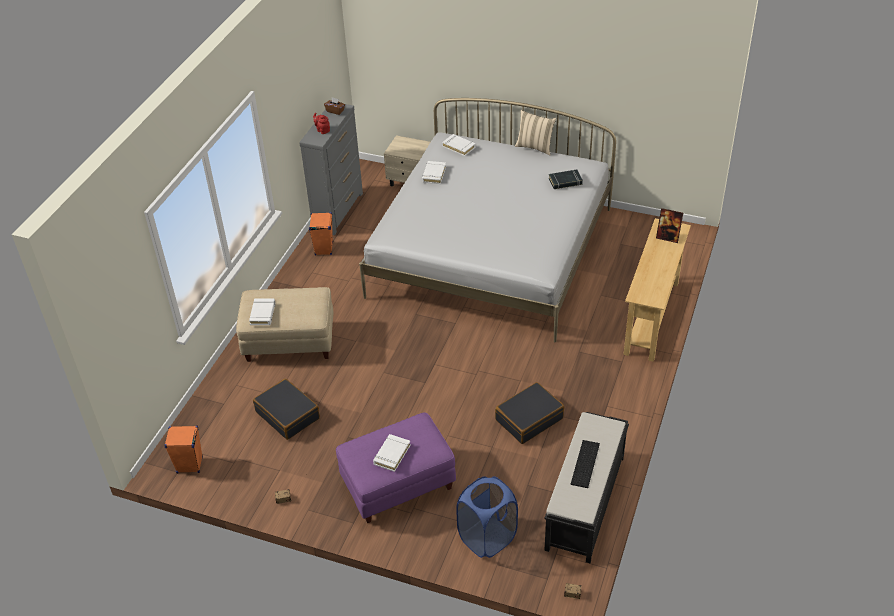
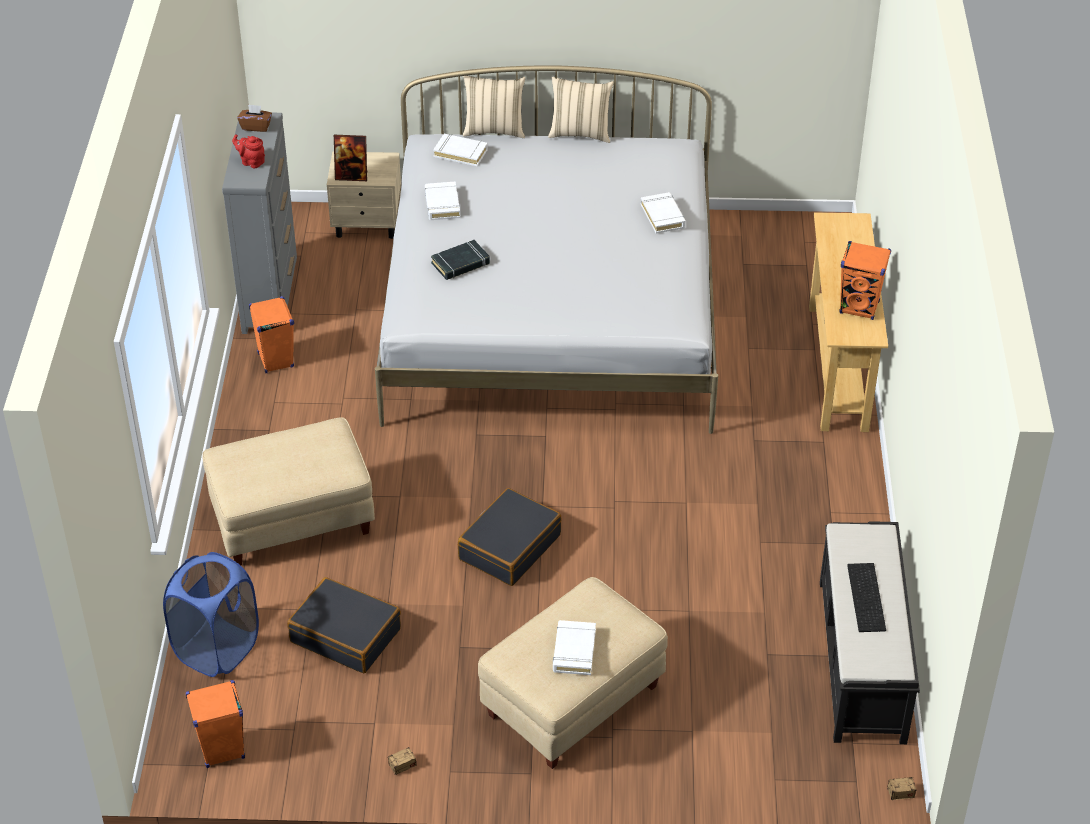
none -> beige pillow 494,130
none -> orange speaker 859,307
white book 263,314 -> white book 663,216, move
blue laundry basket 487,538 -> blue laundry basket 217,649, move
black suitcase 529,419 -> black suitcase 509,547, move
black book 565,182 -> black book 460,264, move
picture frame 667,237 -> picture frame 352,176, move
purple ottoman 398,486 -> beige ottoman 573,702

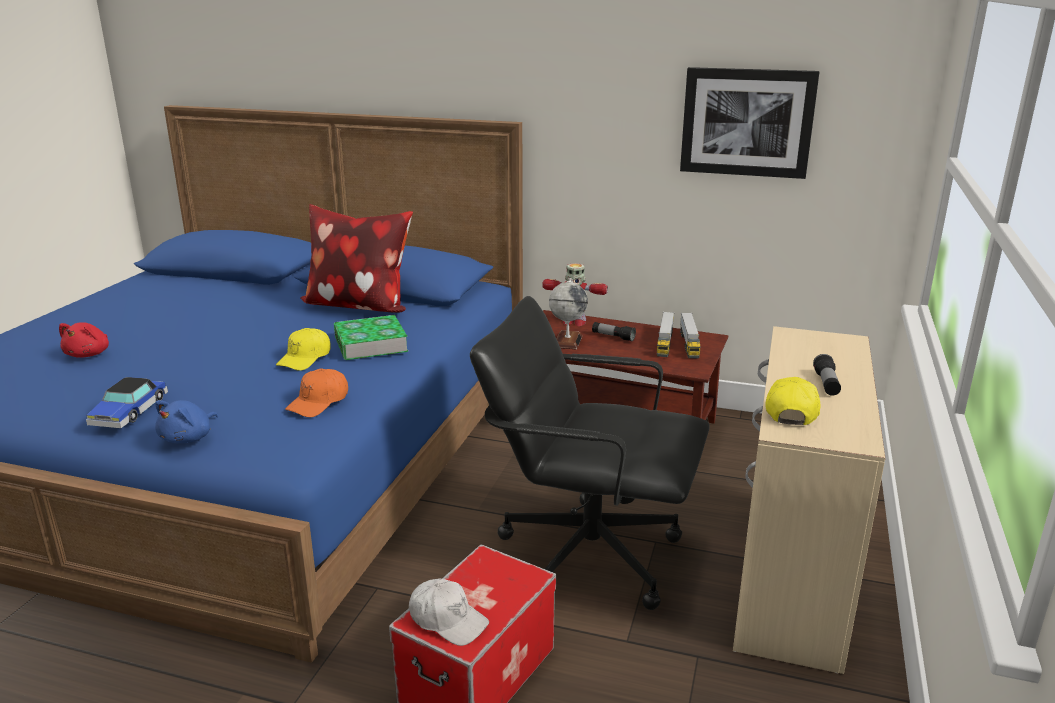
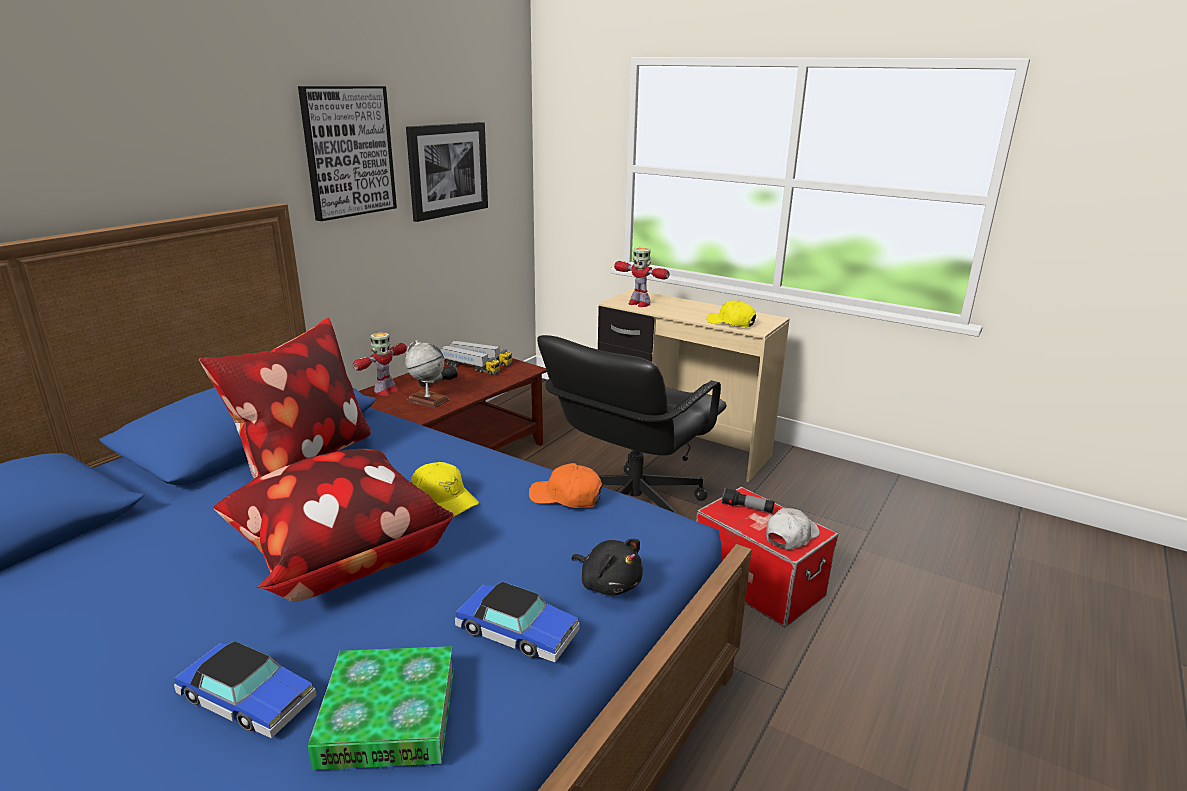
none -> pillow 338,558
none -> picture 348,152
none -> toy robot 638,303
book 370,344 -> book 388,716, move
flashlight 826,384 -> flashlight 747,508, move
red plush toy 89,354 -> toy car 247,699
blue plush toy 189,438 -> black plush toy 608,583
orange cap 319,402 -> orange cap 566,497, 150 degrees clockwise

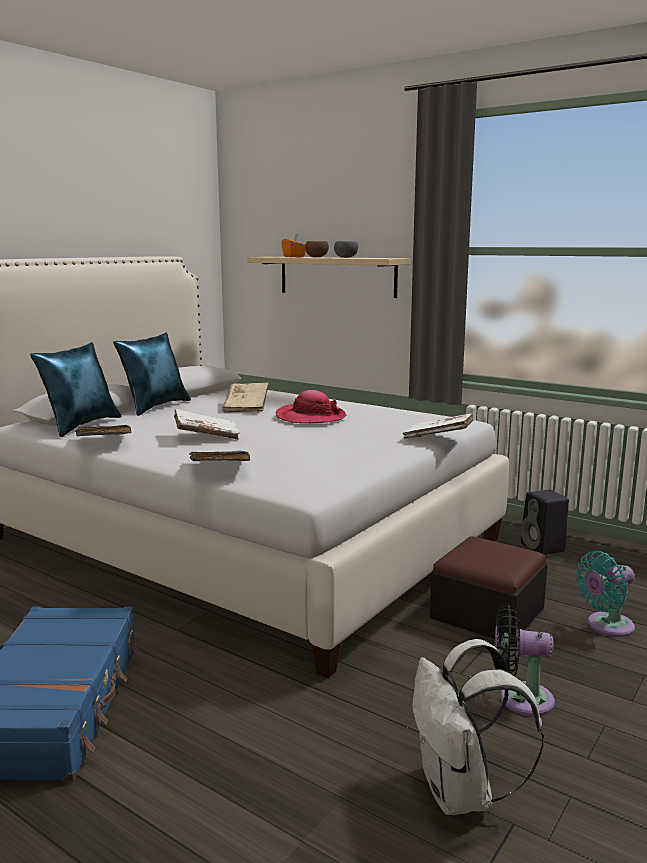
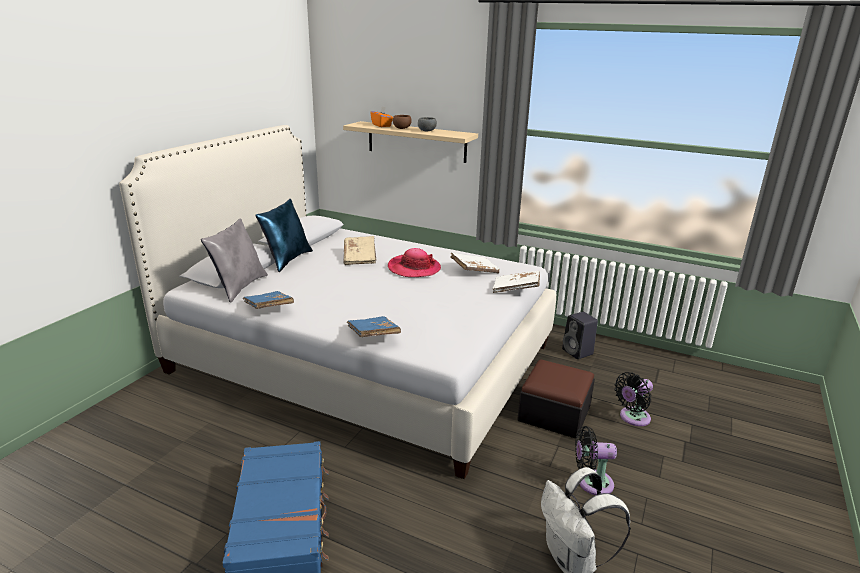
white book 207,436 -> white book 474,270, move
blue pillow 81,425 -> grey pillow 239,287
turquoise fan 606,626 -> black fan 632,418

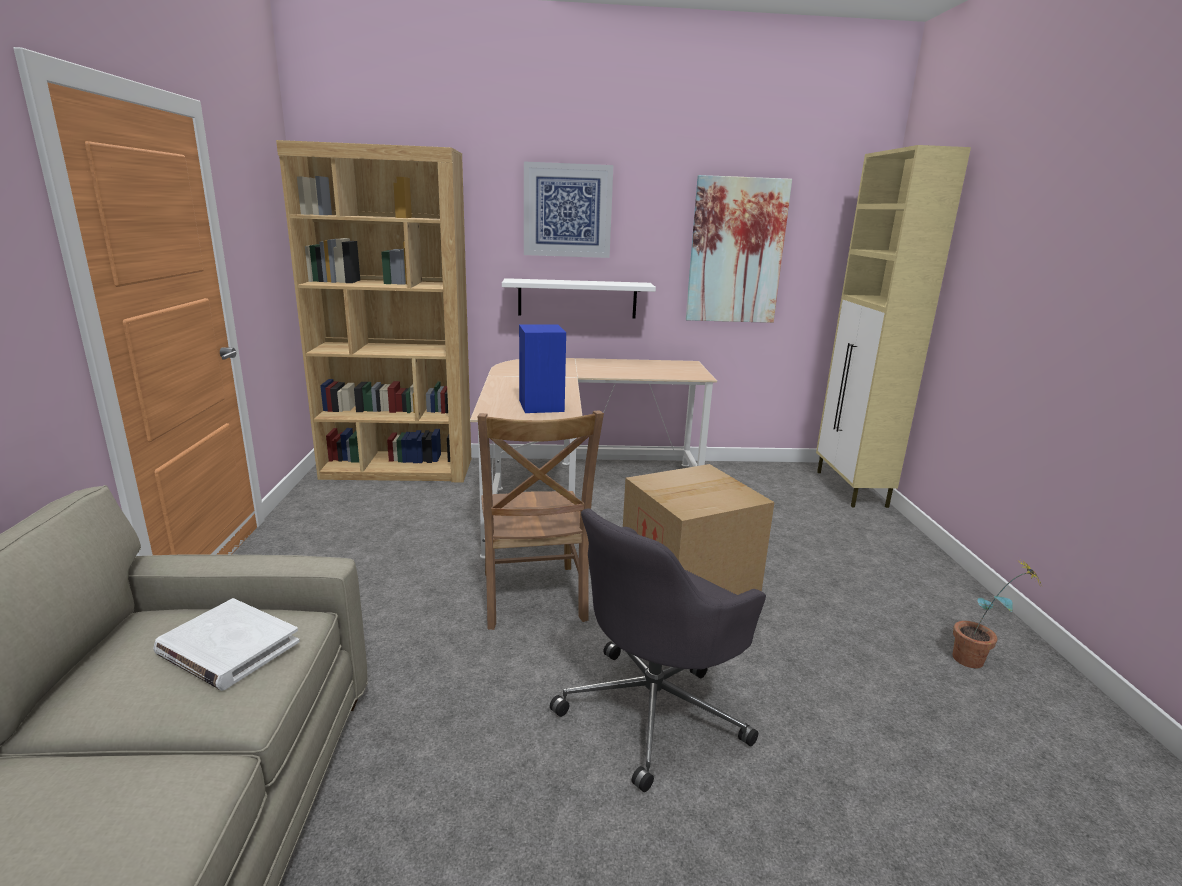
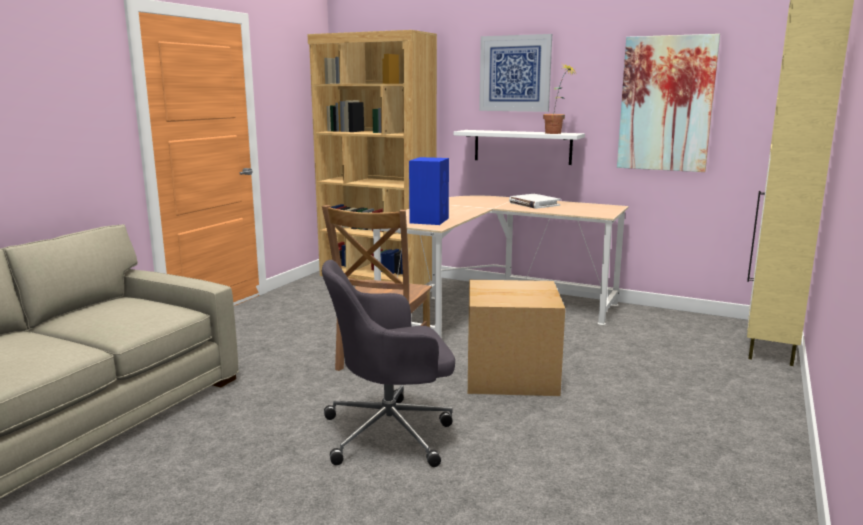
white book 228,648 -> white book 534,204, move
potted plant 978,662 -> potted plant 557,133, move

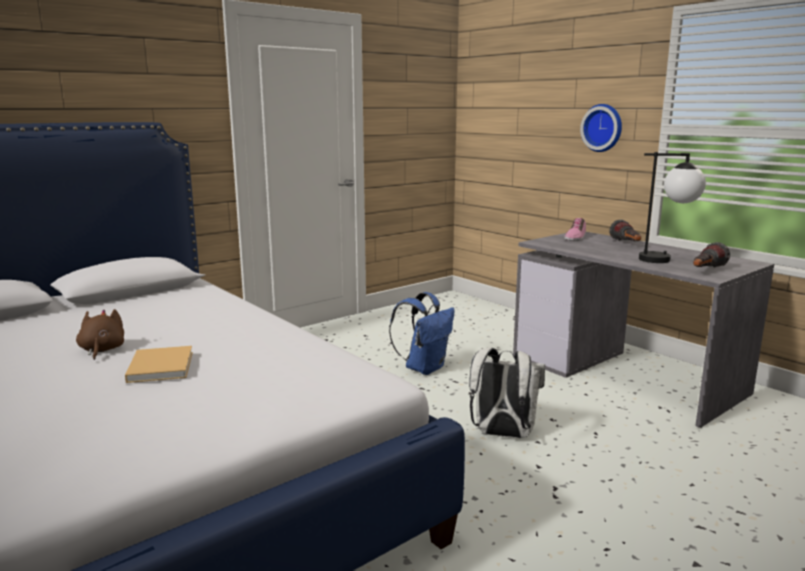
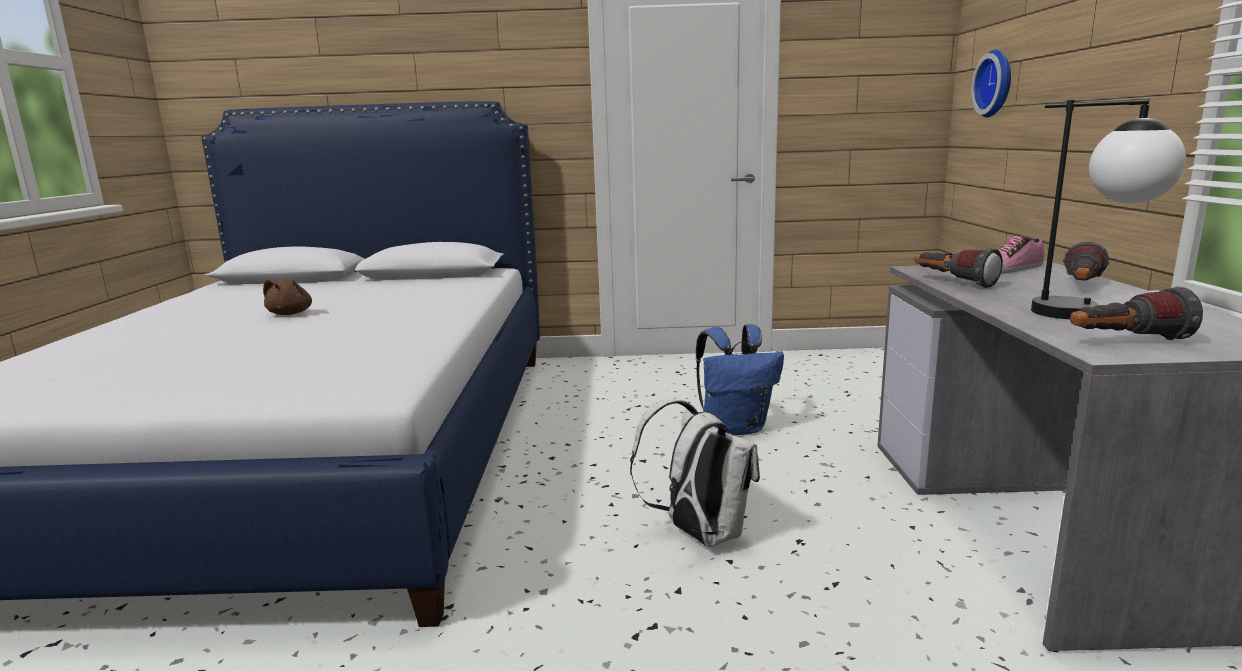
beige book 161,366 -> none
none -> flashlight 953,282
wall clock 603,128 -> wall clock 996,83, move
brown plush toy 102,350 -> brown plush toy 291,313, 150 degrees clockwise

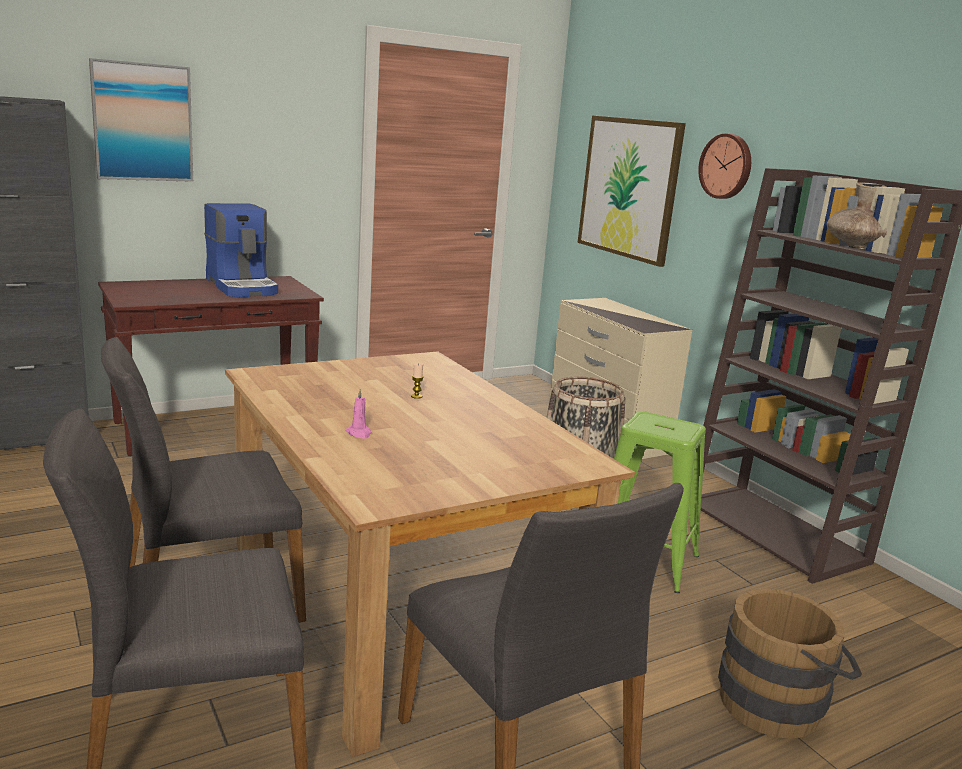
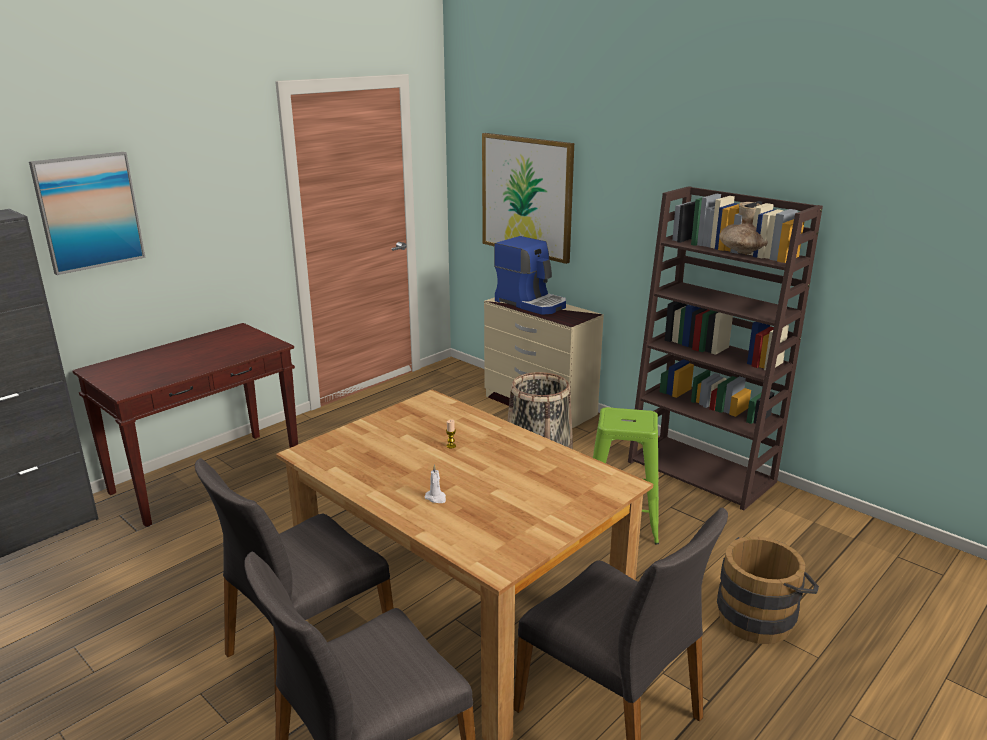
wall clock 727,166 -> none
coffee machine 243,286 -> coffee machine 531,303, move
pink candle 359,433 -> white candle 436,498

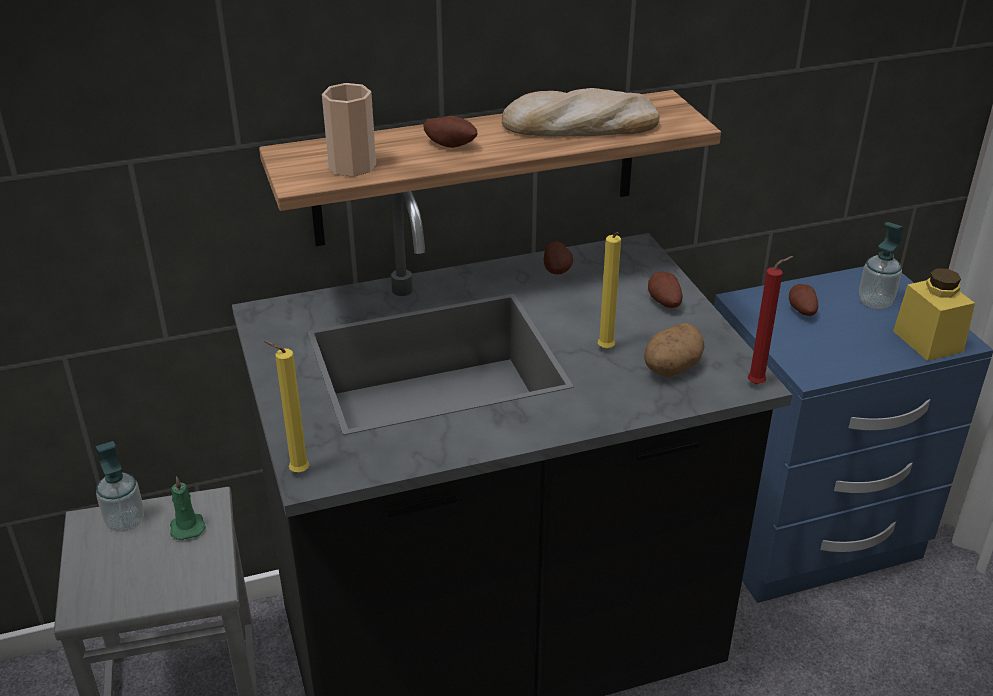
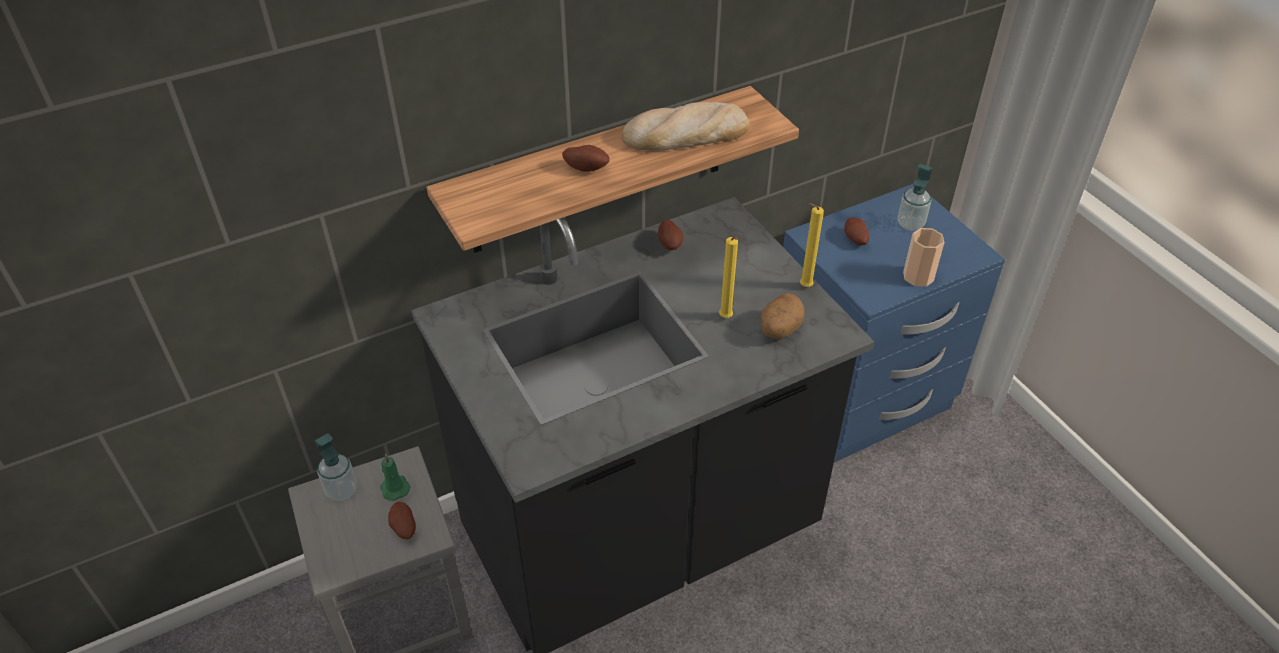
red candle 759,384 -> none
yellow jar 928,341 -> none
yellow candle 296,472 -> yellow candle 803,286, move
cup 352,166 -> cup 918,276, move
potato 663,302 -> potato 403,528, move

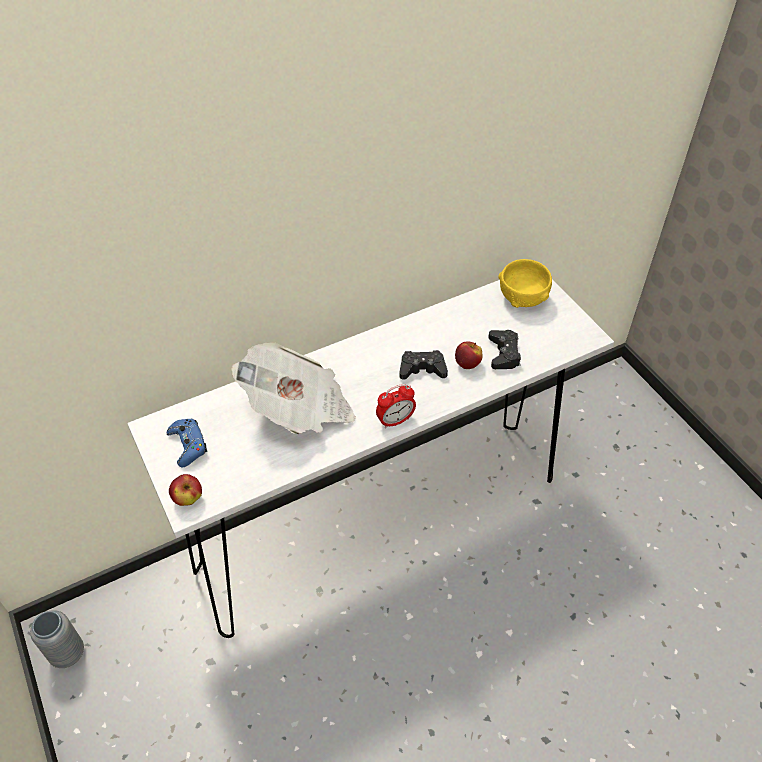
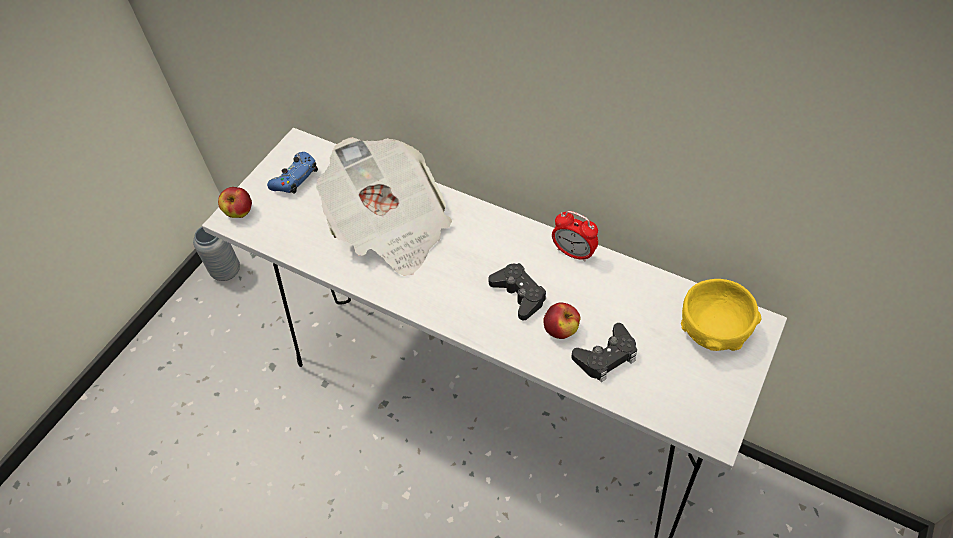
alarm clock 395,421 -> alarm clock 573,252, move

